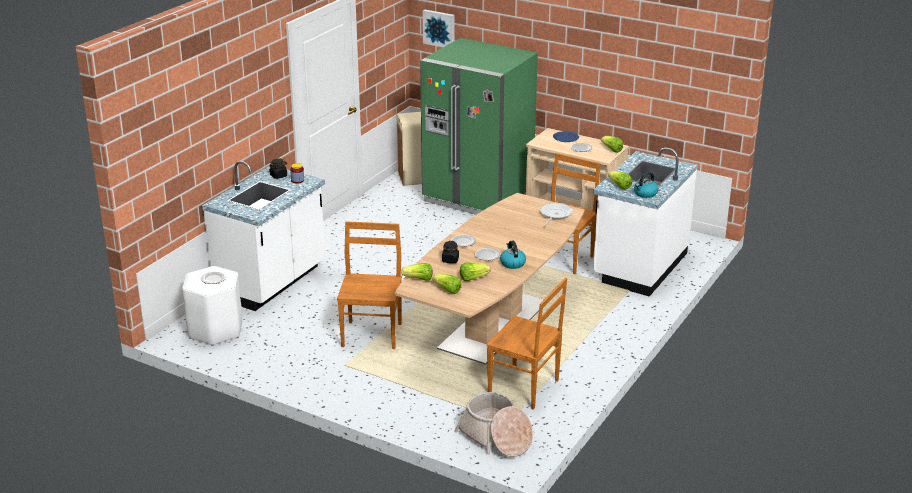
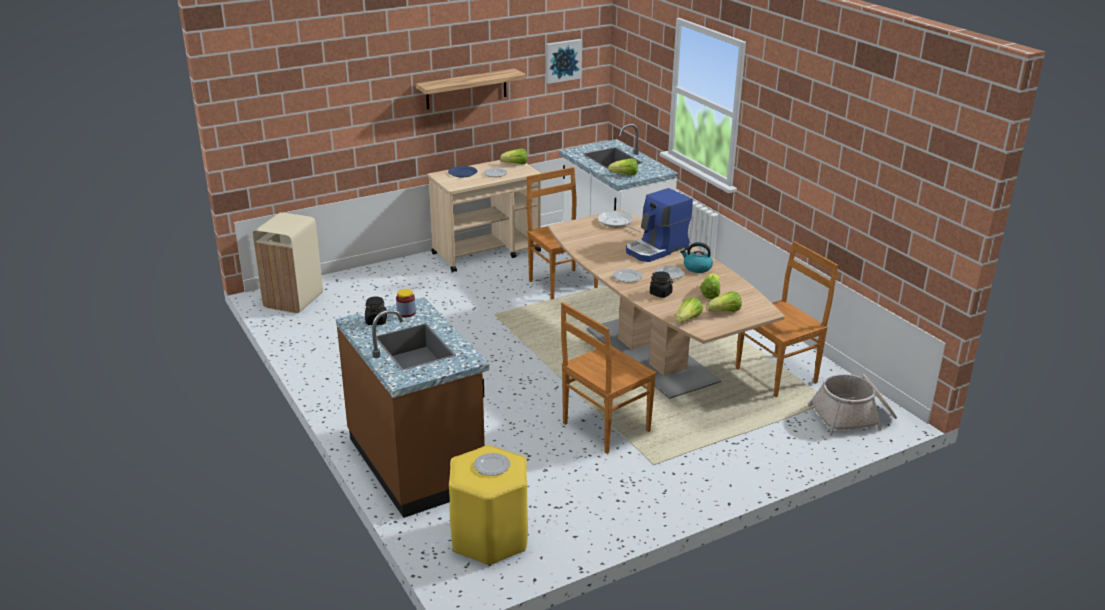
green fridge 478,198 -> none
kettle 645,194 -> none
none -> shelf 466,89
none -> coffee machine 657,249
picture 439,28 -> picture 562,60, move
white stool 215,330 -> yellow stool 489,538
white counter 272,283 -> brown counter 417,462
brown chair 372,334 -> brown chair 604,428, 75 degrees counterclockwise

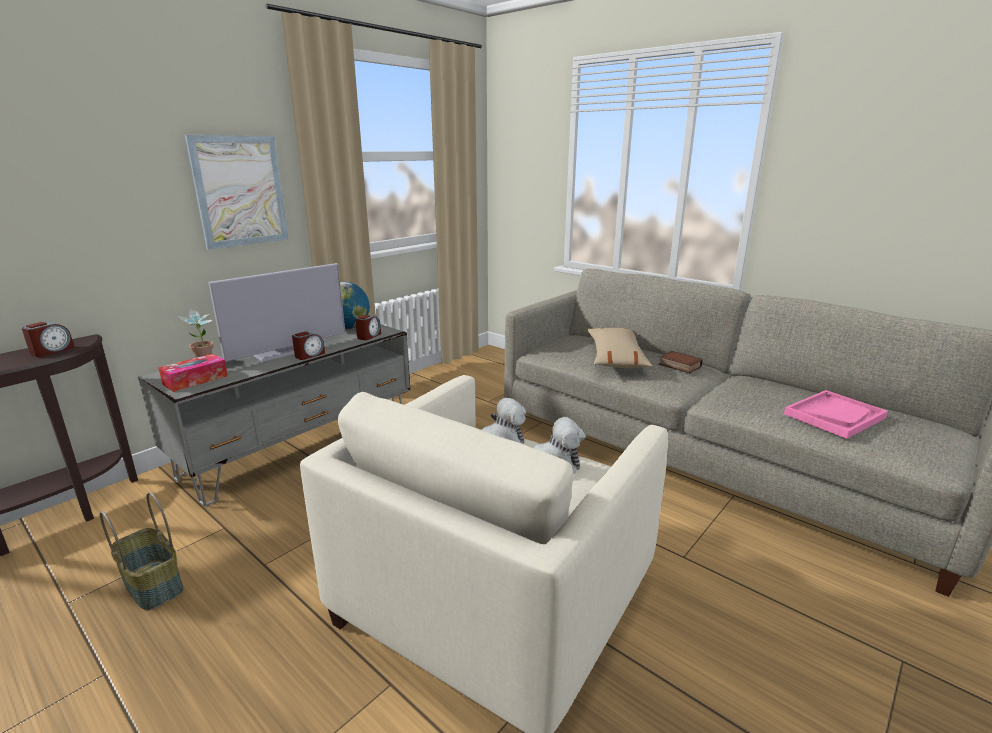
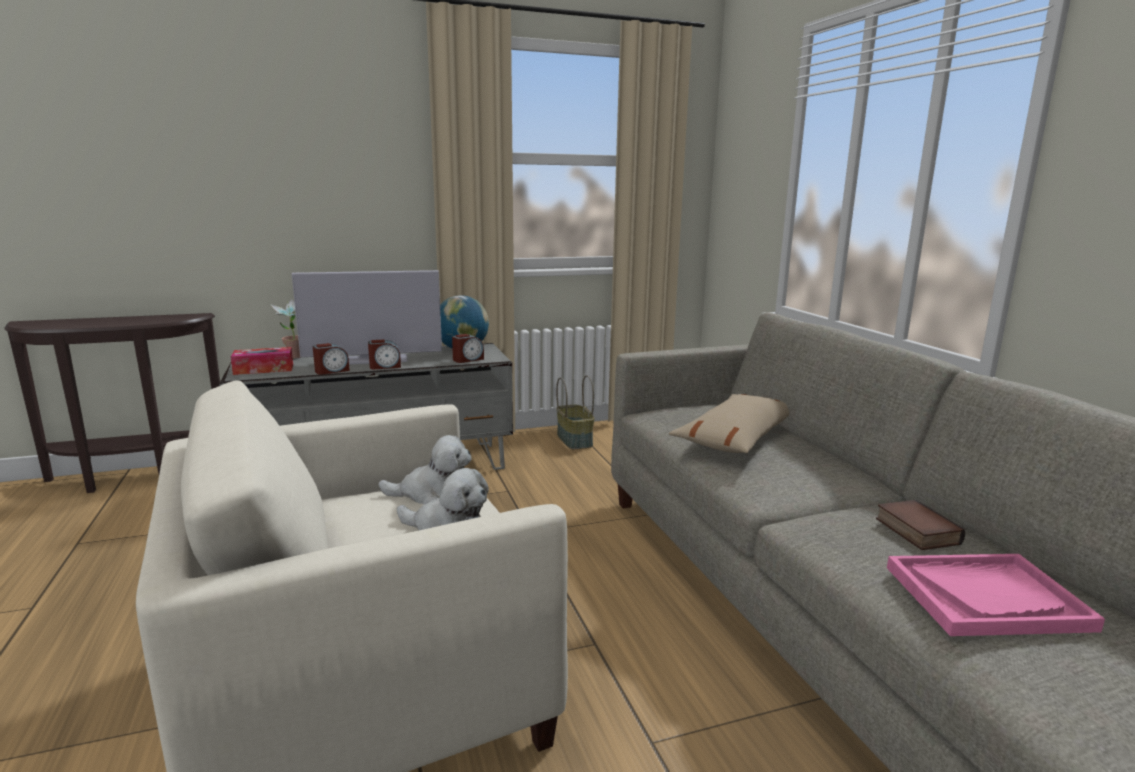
picture 240,191 -> none
alarm clock 52,351 -> alarm clock 332,371, move
basket 154,584 -> basket 575,440, move
book 678,365 -> book 914,531, move

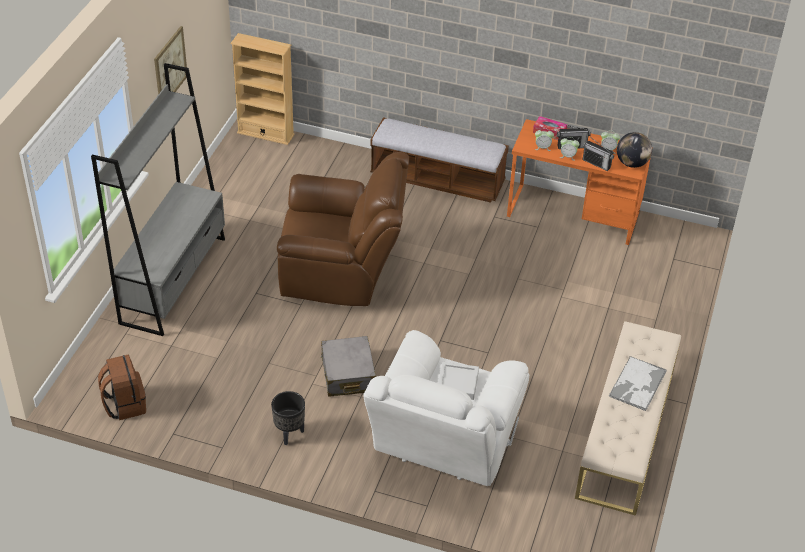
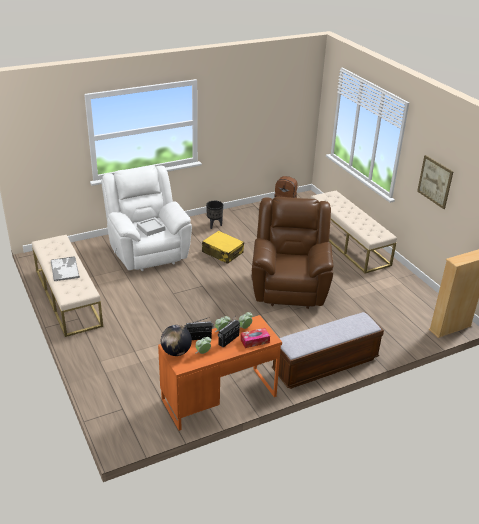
grey bookcase 174,280 -> beige bench 348,243
grey suitcase 348,374 -> yellow suitcase 222,252
brown armchair 342,273 -> brown armchair 289,286, 135 degrees clockwise

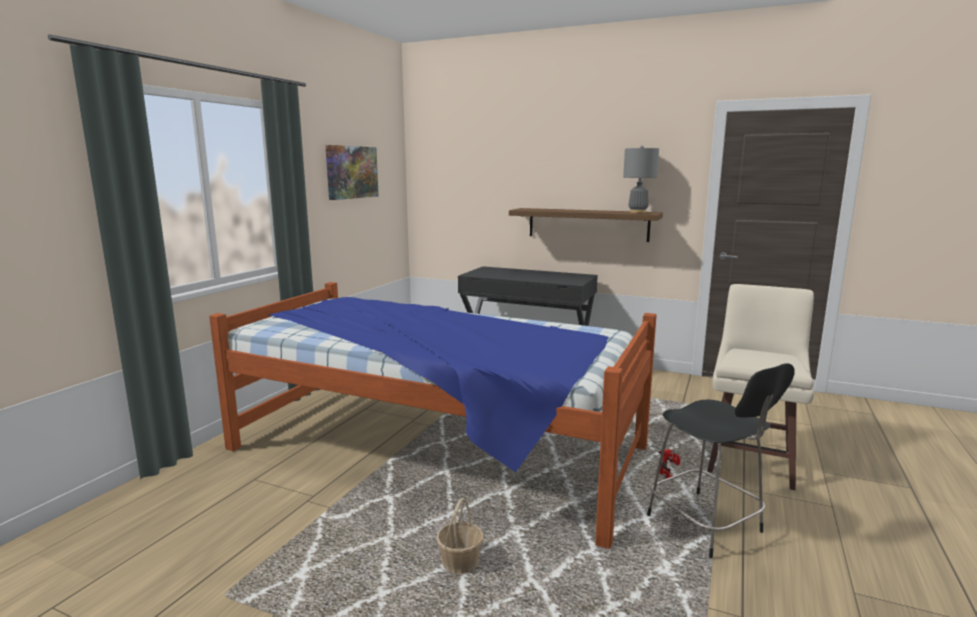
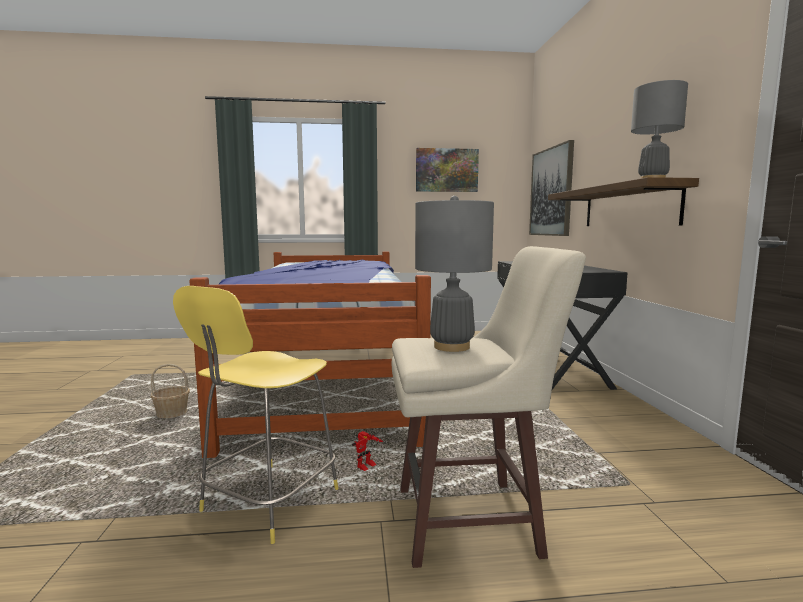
none -> grey table lamp 451,347
none -> picture 551,192
black stool 707,526 -> yellow stool 267,503

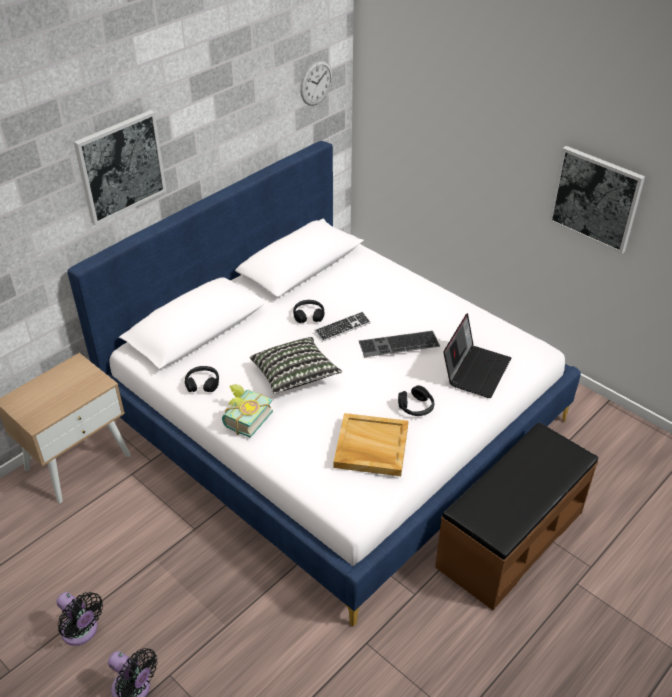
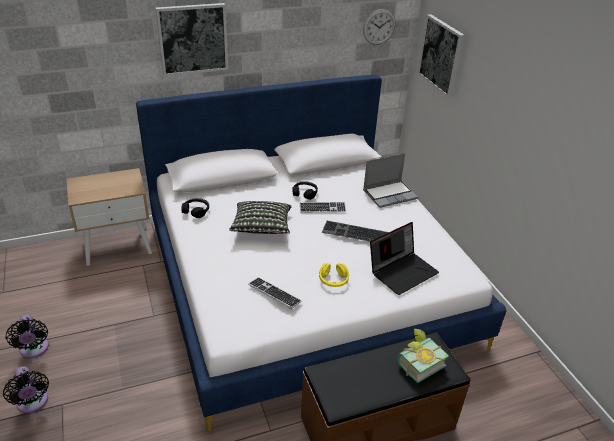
none -> laptop 390,194
book 244,418 -> book 417,363, move
picture 595,199 -> picture 441,55, move
beige tray 370,447 -> keyboard 274,293
black headphones 416,407 -> yellow headphones 333,280

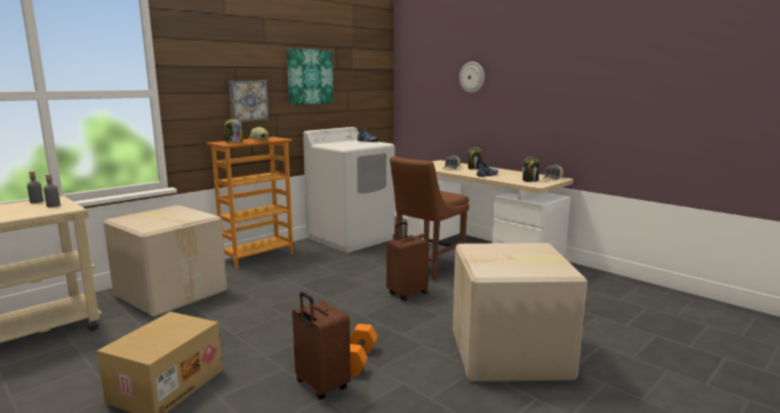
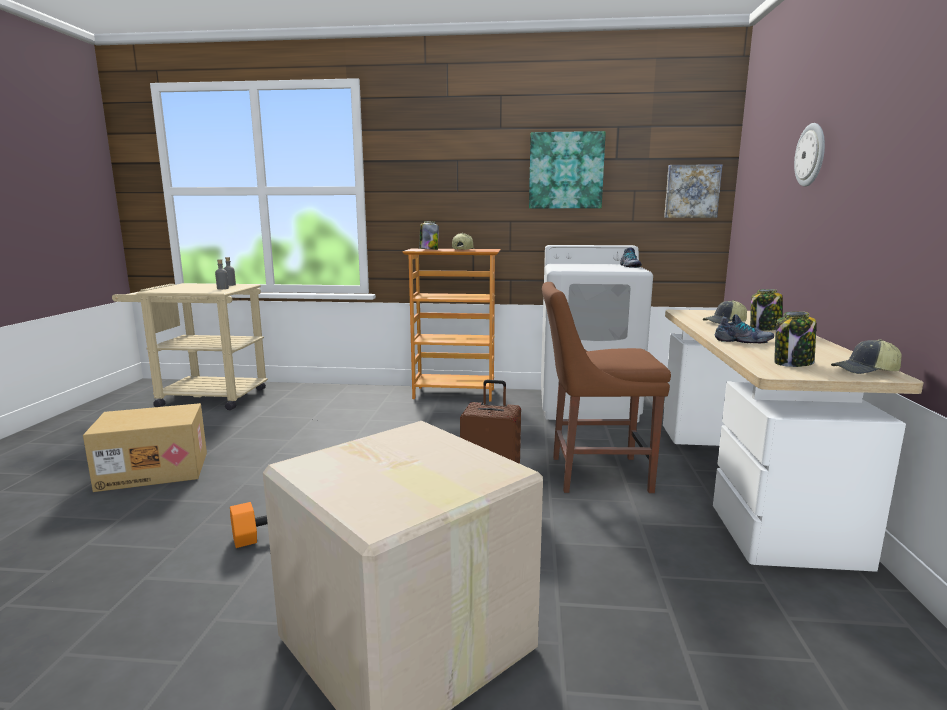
cardboard box 171,293 -> none
brown suitcase 321,386 -> none
picture 248,100 -> picture 691,191, move

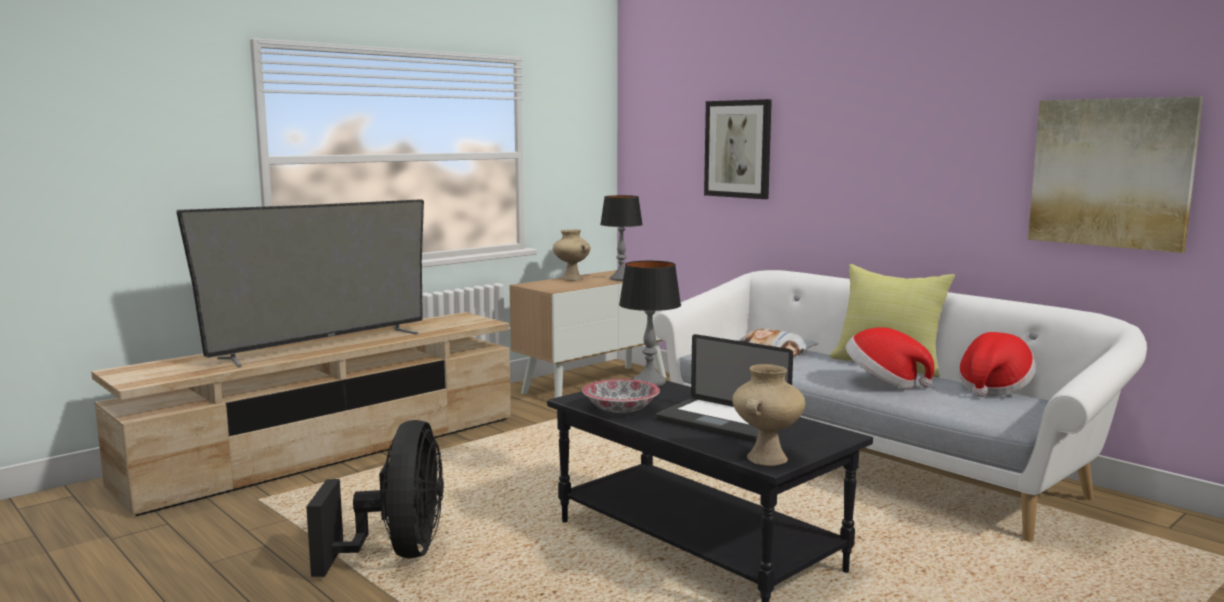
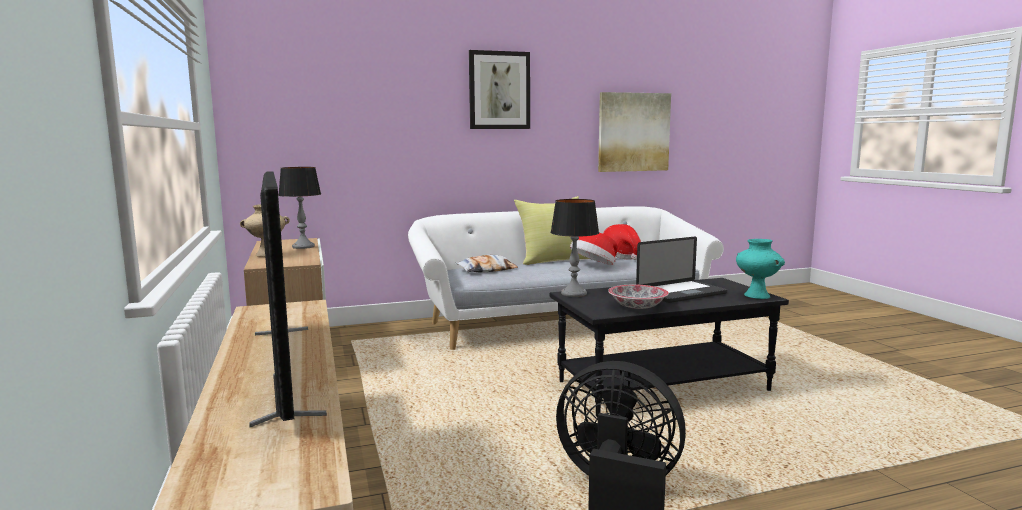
picture 738,149 -> picture 499,90, move
beige vase 766,458 -> turquoise vase 756,296

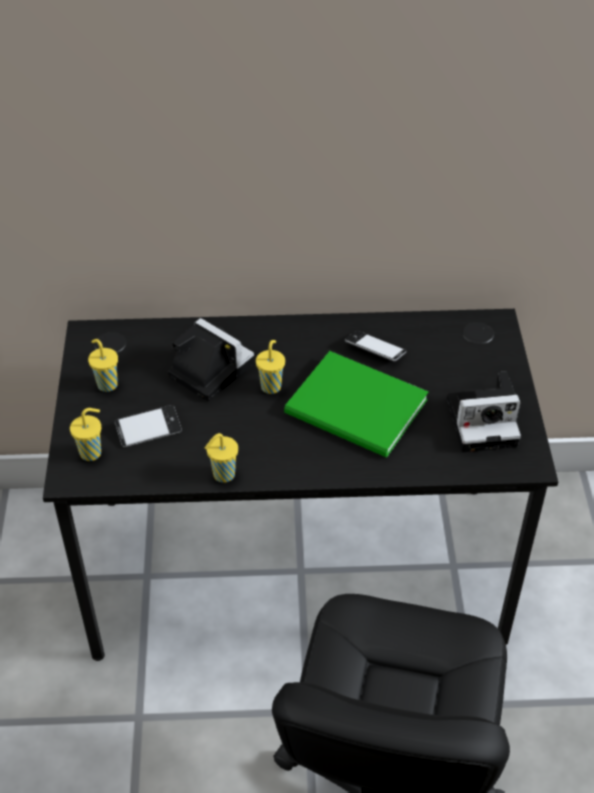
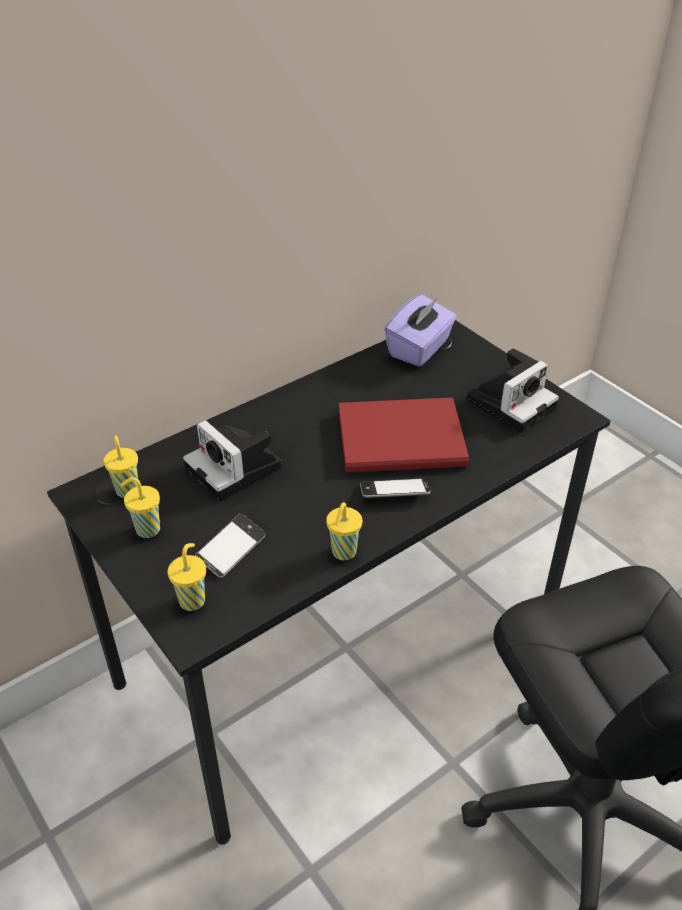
none -> purple tissue box 419,349
yellow cup 271,386 -> yellow cup 127,489, move
phone 375,350 -> phone 394,493, move
green book 358,410 -> red book 405,441
photo camera 208,369 -> photo camera 237,469, 135 degrees counterclockwise

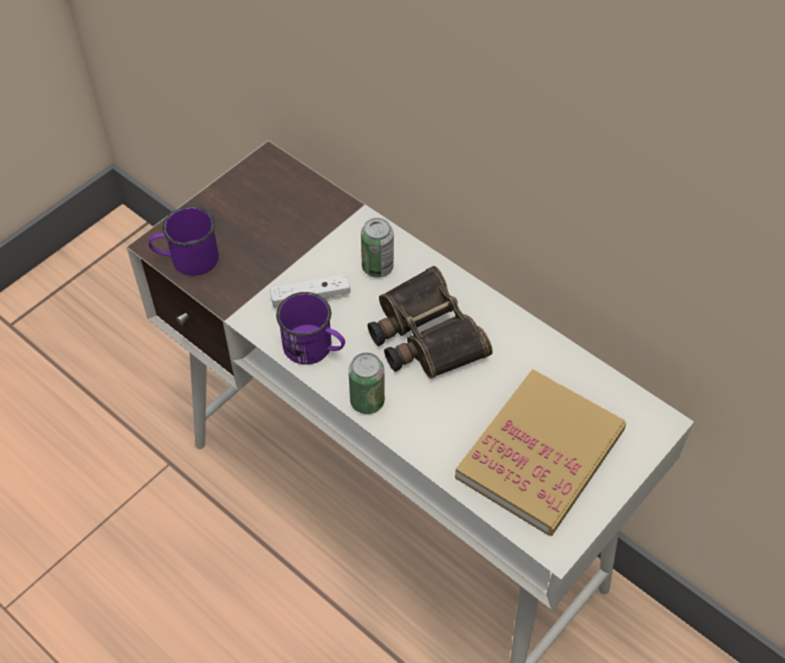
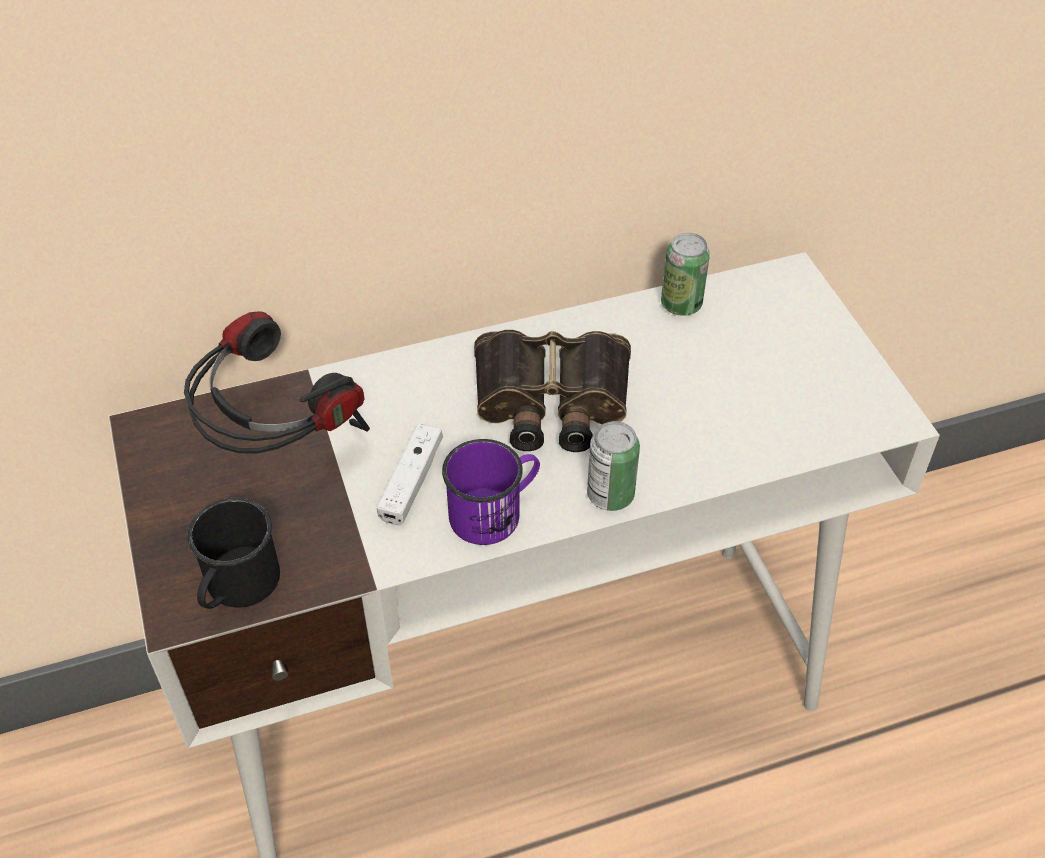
book 540,454 -> none
none -> headphones 279,446
can 377,267 -> can 681,304, move
purple mug 187,259 -> black mug 237,588

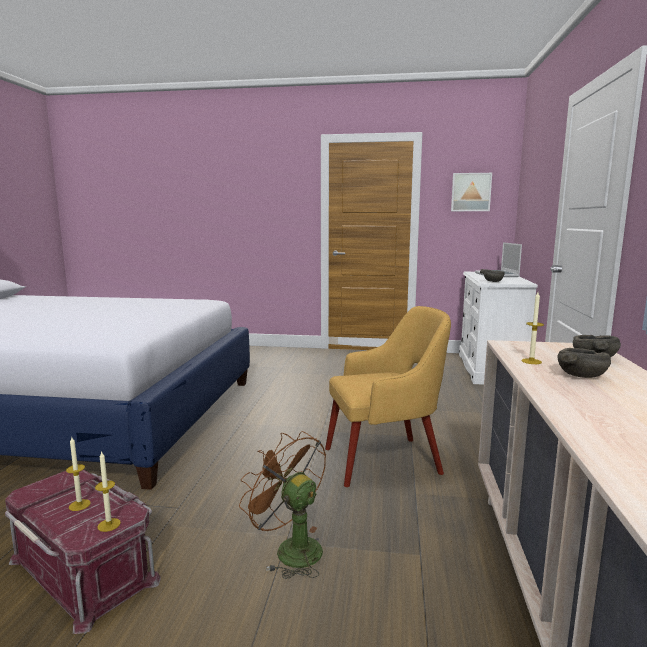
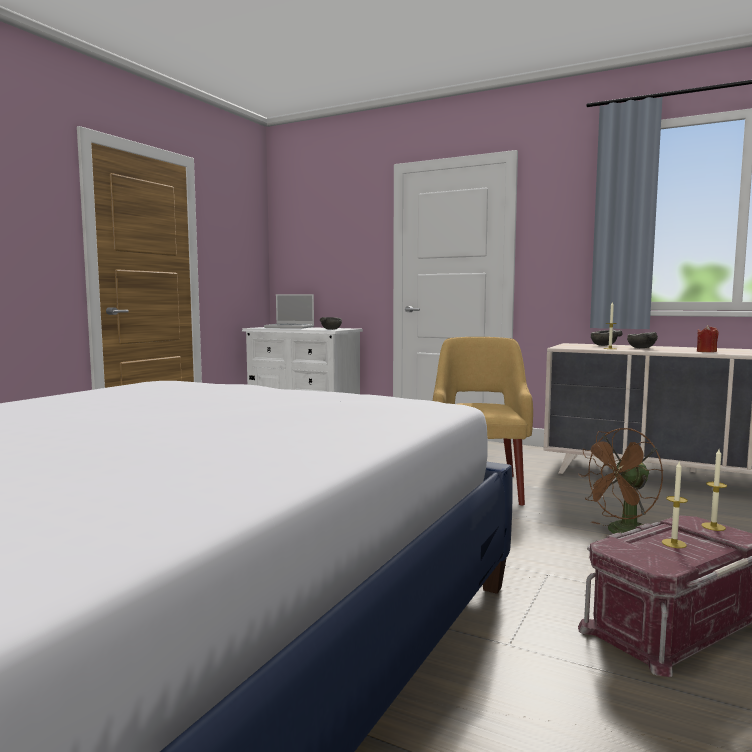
picture 470,192 -> none
none -> red candle 706,351

